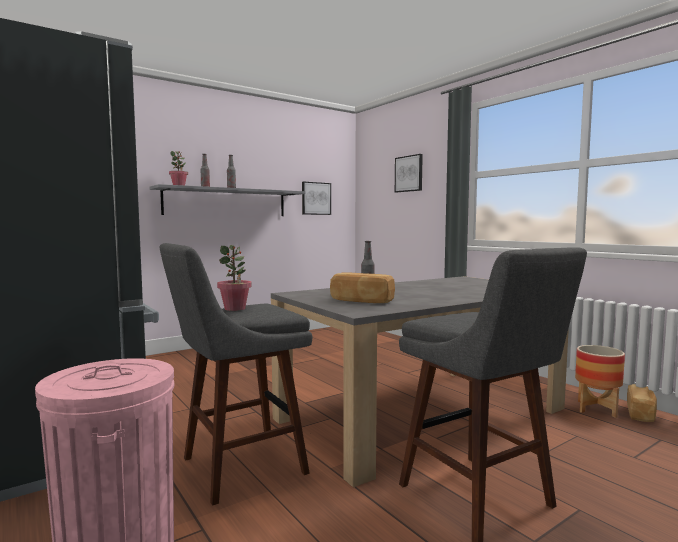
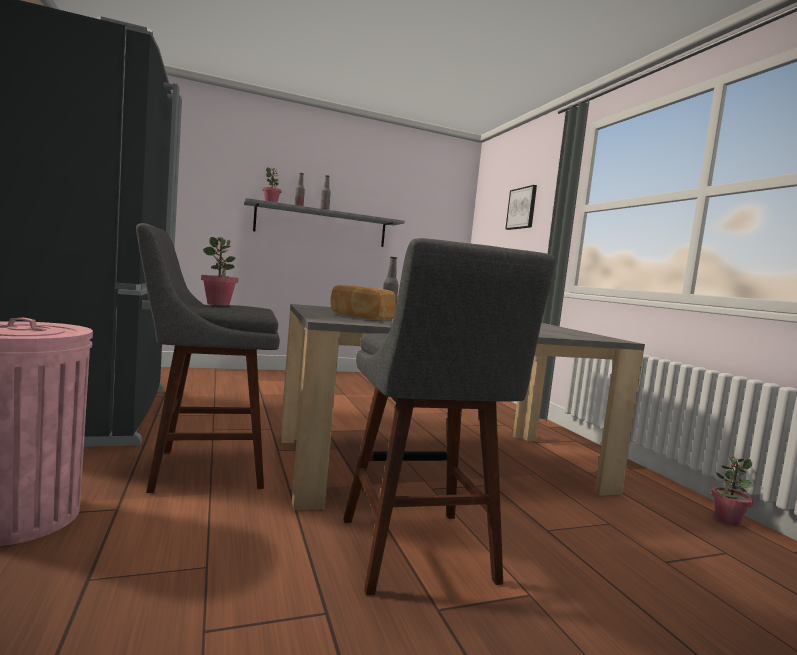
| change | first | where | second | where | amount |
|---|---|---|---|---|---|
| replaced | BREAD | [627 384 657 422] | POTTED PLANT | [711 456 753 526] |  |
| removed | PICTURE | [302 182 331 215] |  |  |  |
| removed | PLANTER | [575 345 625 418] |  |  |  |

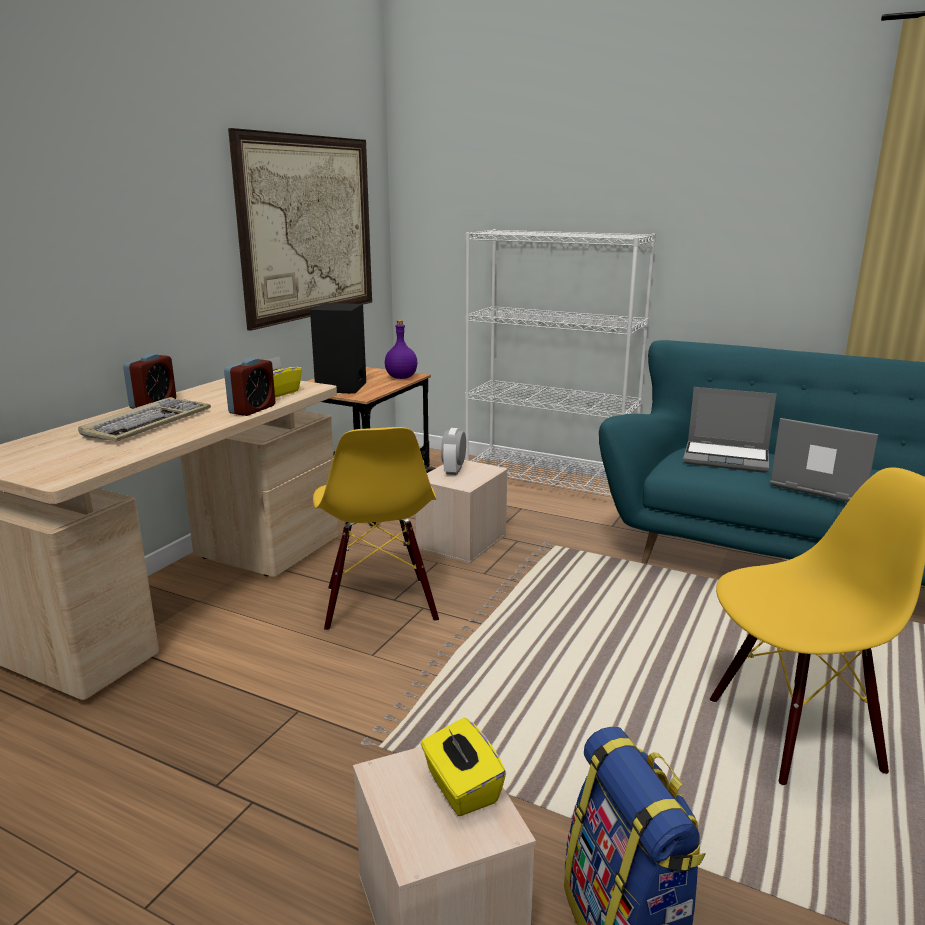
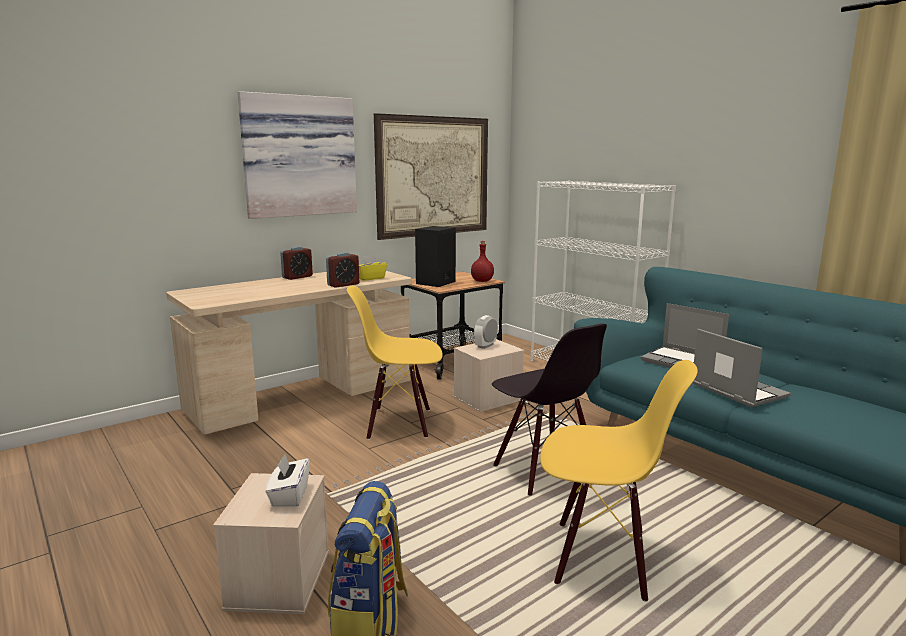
| change | first | where | second | where | amount |
|---|---|---|---|---|---|
| added |  |  | PICTURE | [238 91 357 219] |  |
| recoloured | YELLOW TISSUE BOX | [421 718 506 816] | WHITE TISSUE BOX | [265 454 310 507] |  |
| turned | YELLOW CHAIR | [313 427 439 631] |  | [347 286 443 440] | 75 degrees clockwise |
| recoloured | PURPLE BOTTLE | [385 320 417 379] | RED BOTTLE | [471 241 494 282] |  |
| added |  |  | BLACK CHAIR | [492 323 607 496] |  |
| removed | KEYBOARD | [78 397 211 442] |  |  |  |

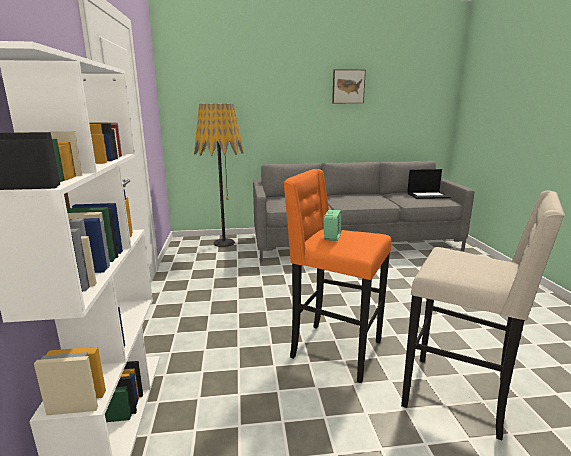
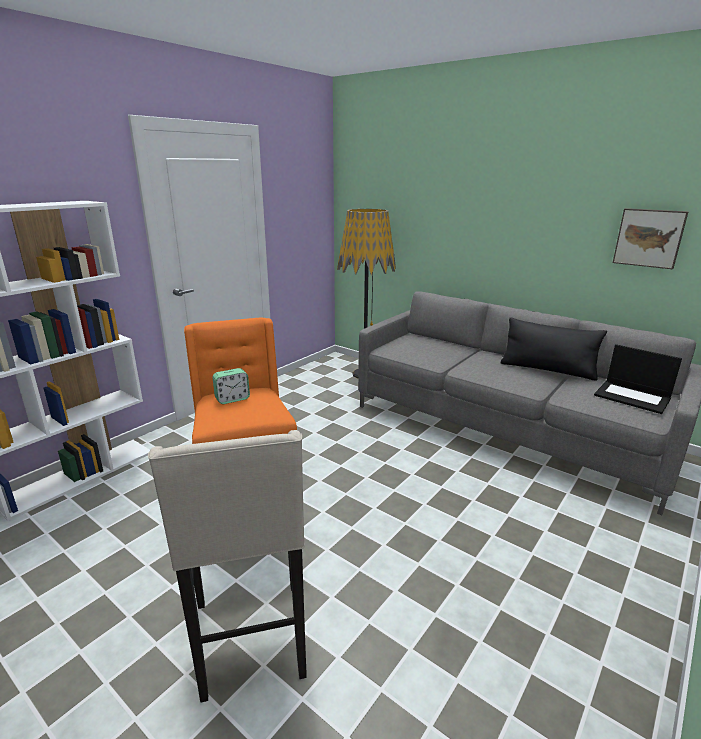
| change | first | where | second | where | amount |
|---|---|---|---|---|---|
| added |  |  | BLACK PILLOW | [501 317 607 381] |  |
| moved | PICTURE | [332 69 366 103] |  | [613 208 689 269] |  |

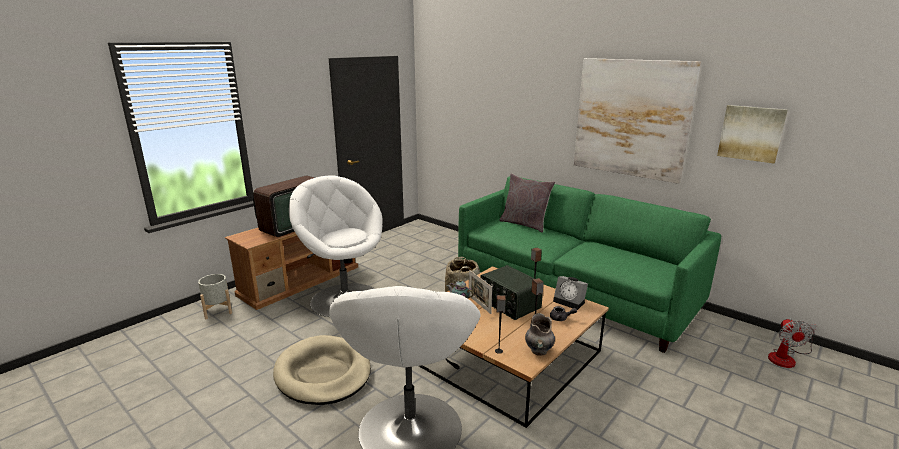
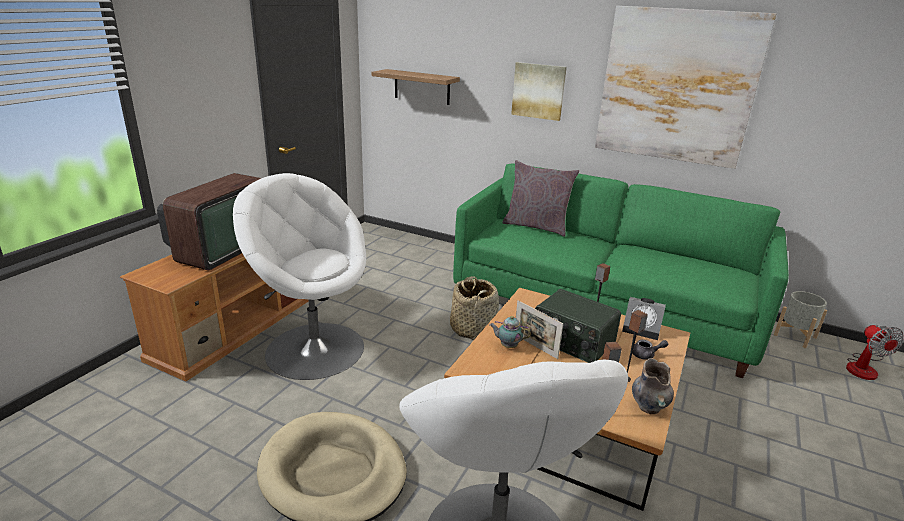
| change | first | where | second | where | amount |
|---|---|---|---|---|---|
| added |  |  | SHELF | [372 69 460 105] |  |
| moved | PICTURE | [717 105 788 163] |  | [511 62 567 121] |  |
| moved | GREY PLANTER | [198 274 232 319] |  | [774 291 827 348] |  |

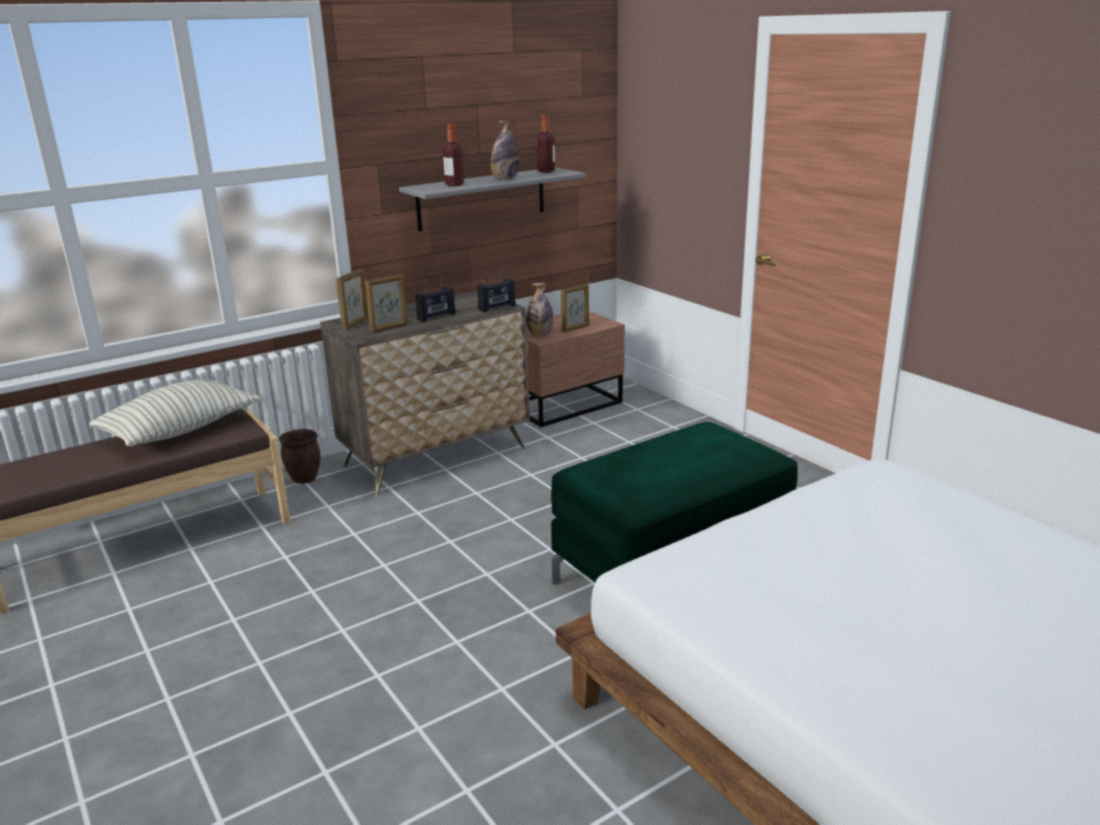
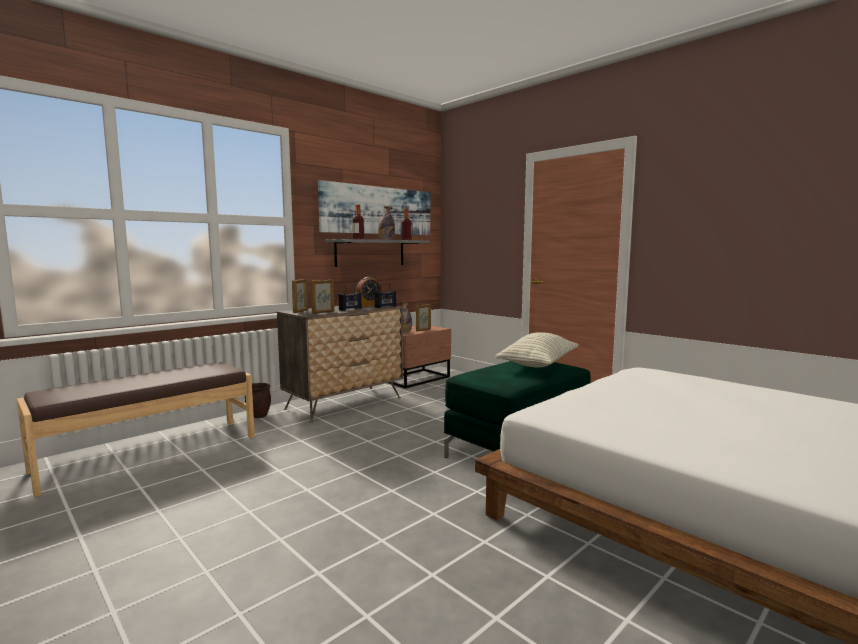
| change | first | where | second | where | amount |
|---|---|---|---|---|---|
| added |  |  | PICTURE | [318 180 430 235] |  |
| added |  |  | ALARM CLOCK | [356 277 381 307] |  |
| moved | PILLOW | [89 380 260 447] |  | [496 332 579 367] |  |

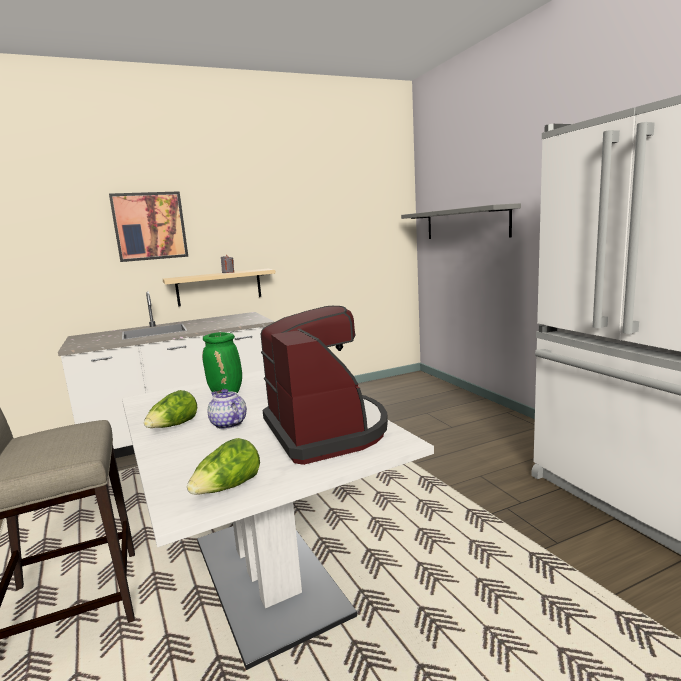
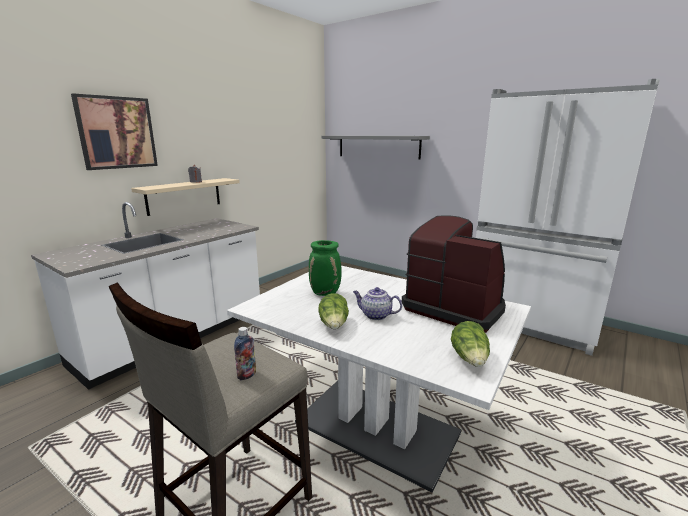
| change | first | where | second | where | amount |
|---|---|---|---|---|---|
| added |  |  | BOTTLE | [234 327 256 381] |  |

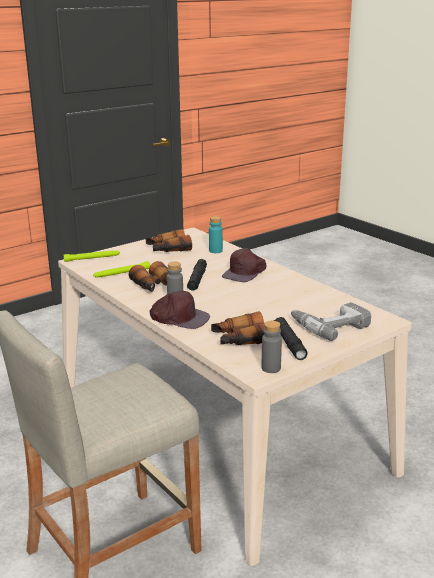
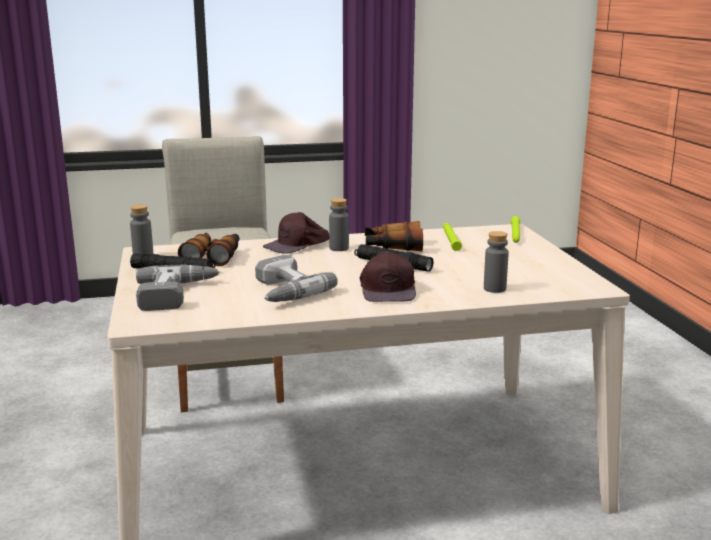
| change | first | where | second | where | amount |
|---|---|---|---|---|---|
| added |  |  | POWER DRILL | [255 255 338 302] |  |
| turned | BROWN CAP | [222 248 266 282] |  | [360 251 416 302] | 150 degrees counterclockwise |
| recoloured | TURQUOISE BOTTLE | [209 216 223 253] | GREY BOTTLE | [484 231 509 293] |  |
| removed | BINOCULARS | [146 229 192 252] |  |  |  |

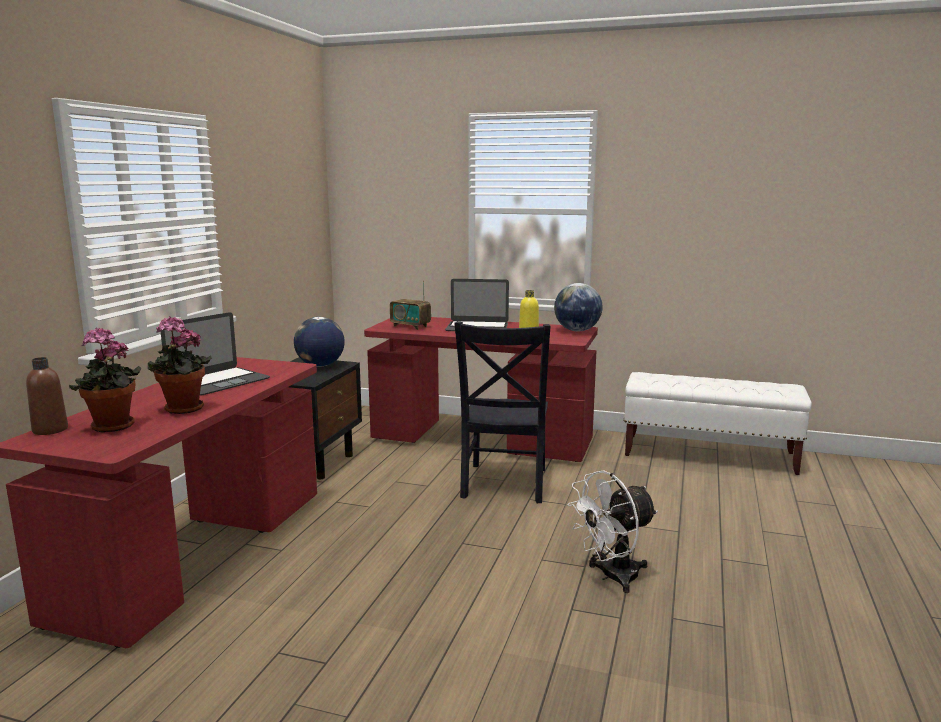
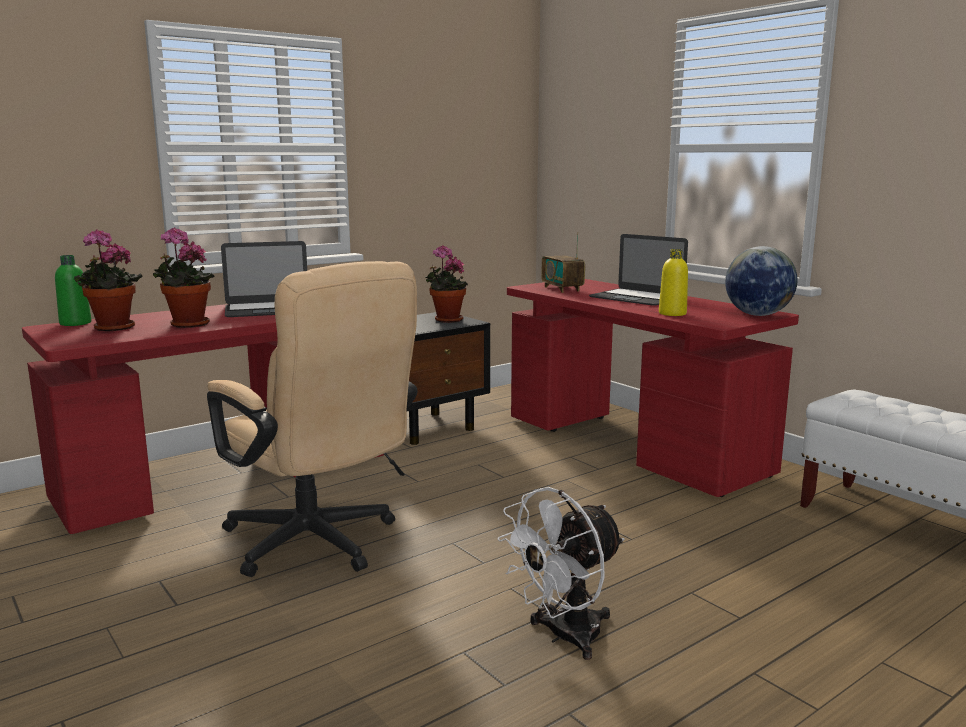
| change | first | where | second | where | amount |
|---|---|---|---|---|---|
| recoloured | BROWN BOTTLE | [26 357 68 435] | GREEN BOTTLE | [55 255 91 326] |  |
| added |  |  | BEIGE OFFICE CHAIR | [207 261 418 577] |  |
| replaced | GLOBE | [294 317 345 367] | POTTED PLANT | [426 245 468 323] |  |
| turned | WHITE FAN | [567 471 658 593] |  | [497 487 624 660] | 45 degrees counterclockwise |
| removed | BLACK CHAIR | [454 321 550 503] |  |  |  |

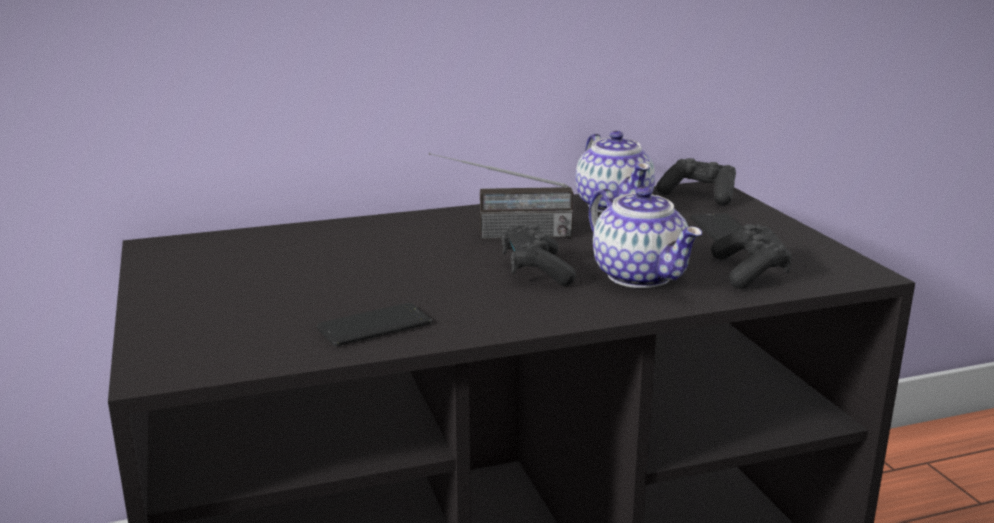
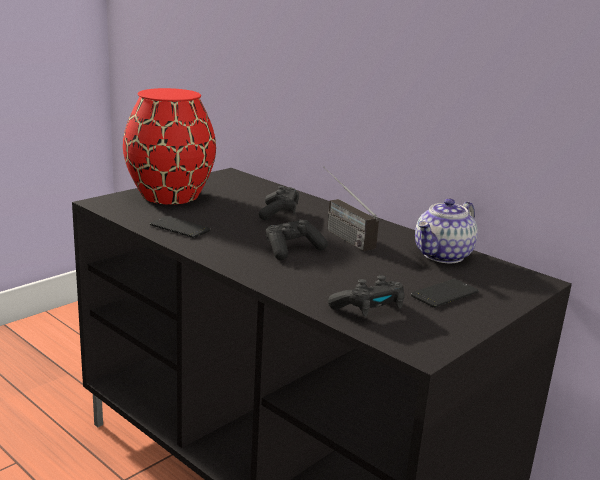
| change | first | where | second | where | amount |
|---|---|---|---|---|---|
| added |  |  | RED VASE | [123 88 216 205] |  |
| moved | BLACK GAME CONTROLLER | [656 158 736 206] |  | [259 186 299 220] |  |
| removed | TEAPOT | [589 186 702 288] |  |  |  |

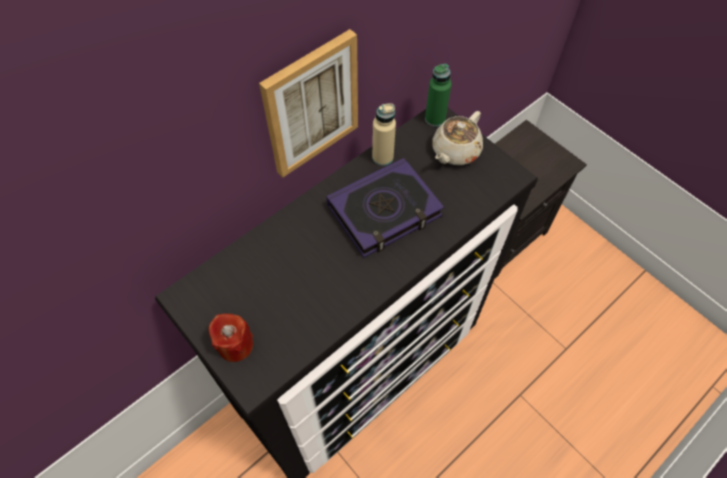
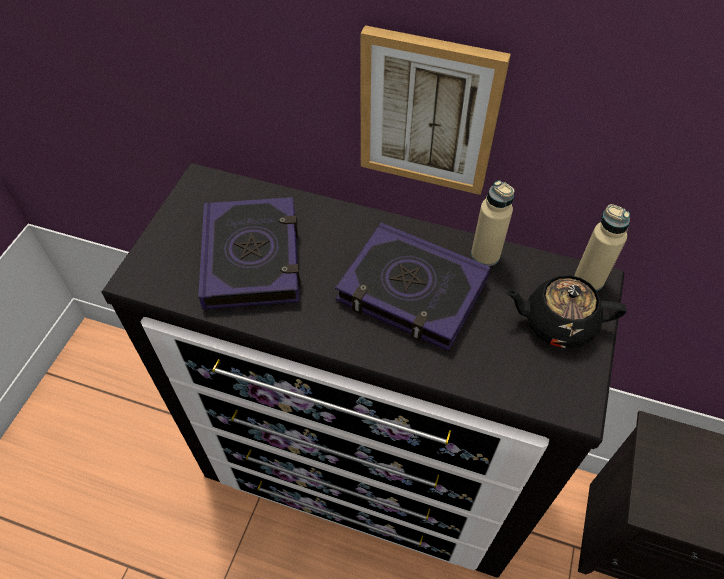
| change | first | where | second | where | amount |
|---|---|---|---|---|---|
| added |  |  | BOOK | [198 197 301 310] |  |
| recoloured | BEIGE TEAPOT | [432 111 483 165] | BLACK TEAPOT | [504 275 627 348] |  |
| recoloured | GREEN BOTTLE | [425 64 452 127] | BEIGE BOTTLE | [574 204 630 291] |  |
| removed | RED CANDLE | [208 314 253 362] |  |  |  |

